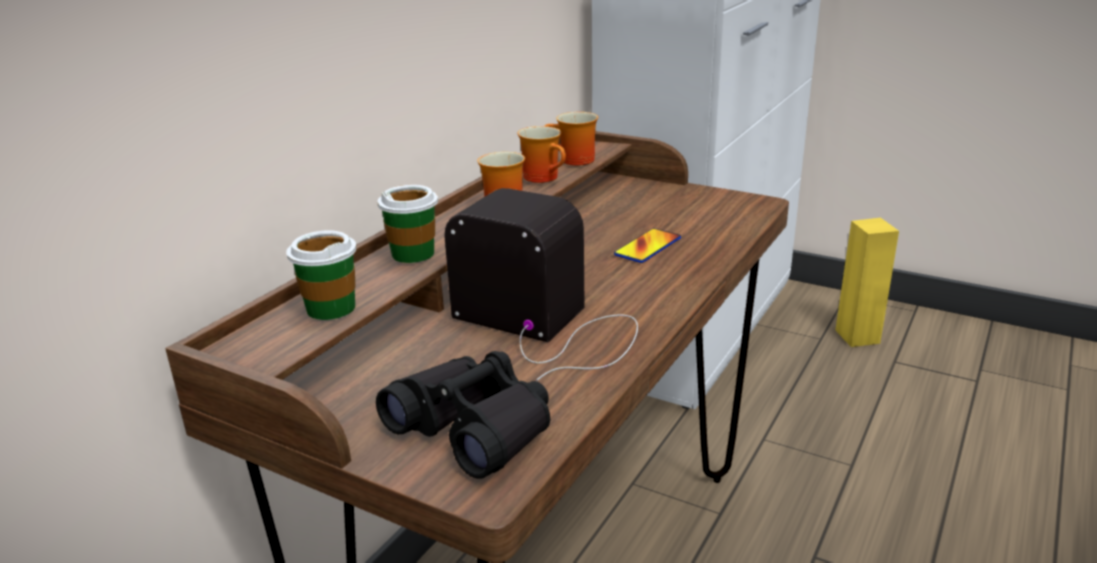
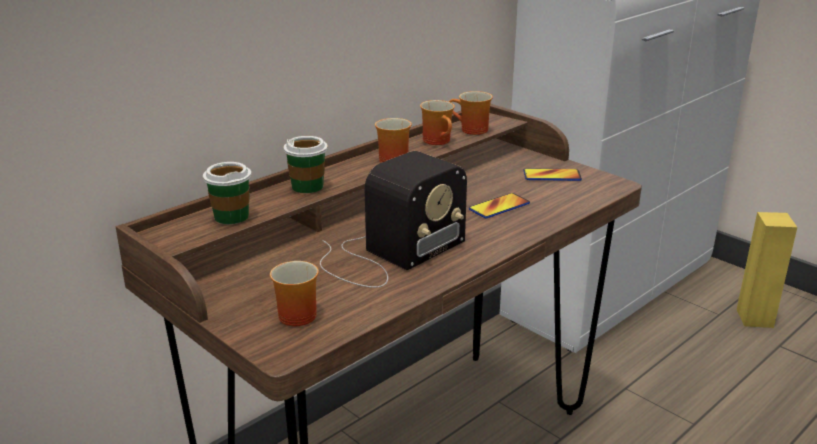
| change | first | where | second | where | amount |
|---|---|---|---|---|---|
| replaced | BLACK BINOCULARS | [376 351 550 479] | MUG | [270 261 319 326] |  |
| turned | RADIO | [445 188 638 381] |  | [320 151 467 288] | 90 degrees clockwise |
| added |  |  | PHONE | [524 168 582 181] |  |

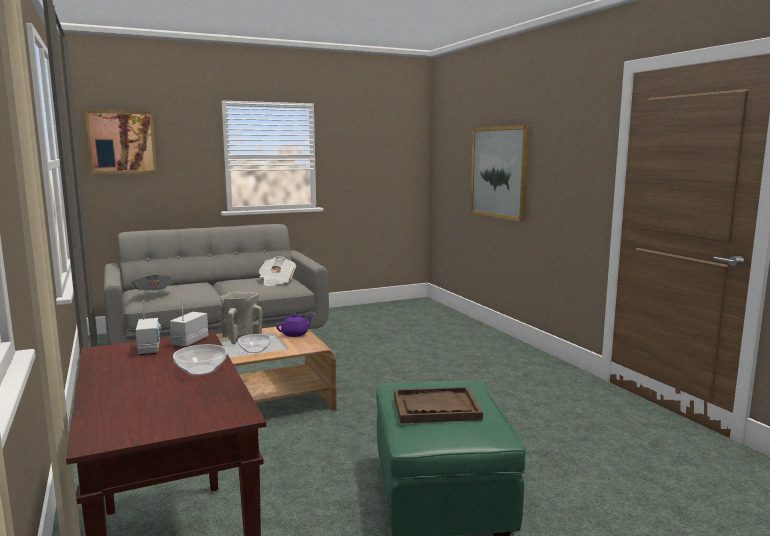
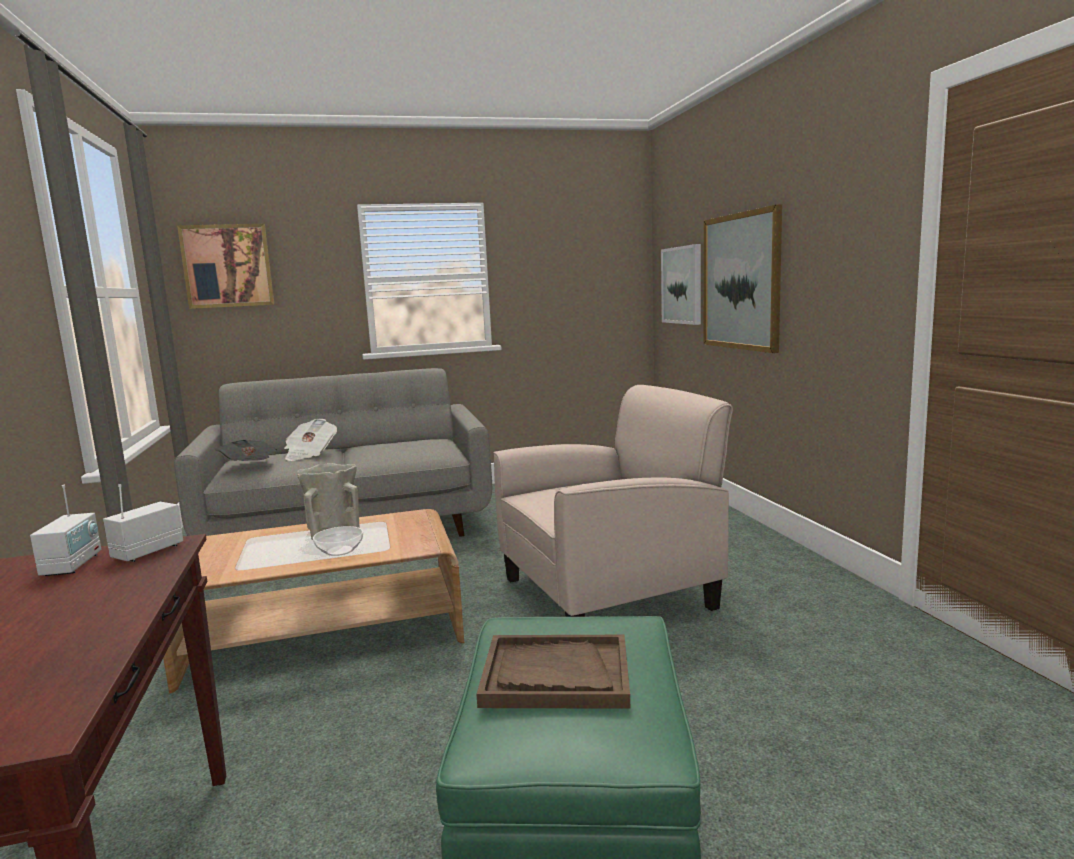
| change | first | where | second | where | amount |
|---|---|---|---|---|---|
| moved | NEWSPAPER | [259 256 296 286] |  | [284 419 337 461] |  |
| added |  |  | BEIGE ARMCHAIR | [494 385 733 617] |  |
| added |  |  | PICTURE | [661 244 701 325] |  |
| removed | BOWL | [173 344 227 376] |  |  |  |
| removed | PURPLE TEAPOT | [276 314 314 337] |  |  |  |

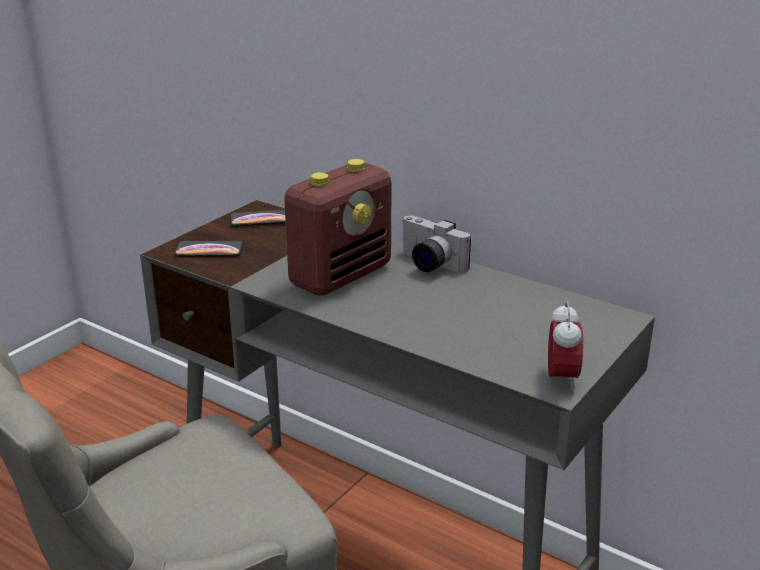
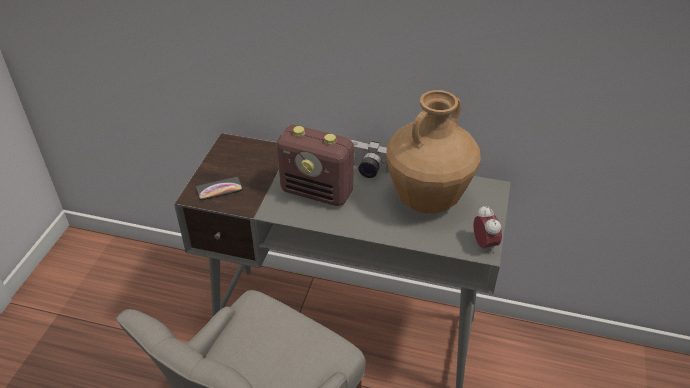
| change | first | where | second | where | amount |
|---|---|---|---|---|---|
| turned | RADIO | [284 159 392 296] |  | [277 125 354 206] | 90 degrees clockwise |
| added |  |  | BROWN VASE | [386 90 481 214] |  |
| removed | PHONE | [230 210 286 227] |  |  |  |

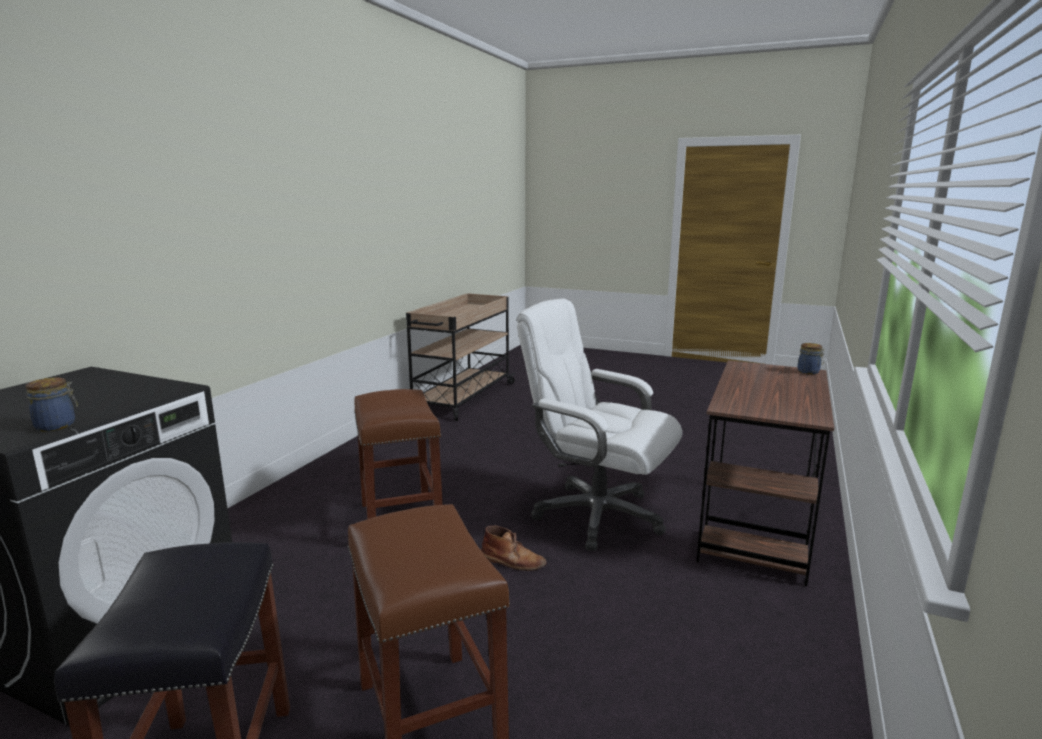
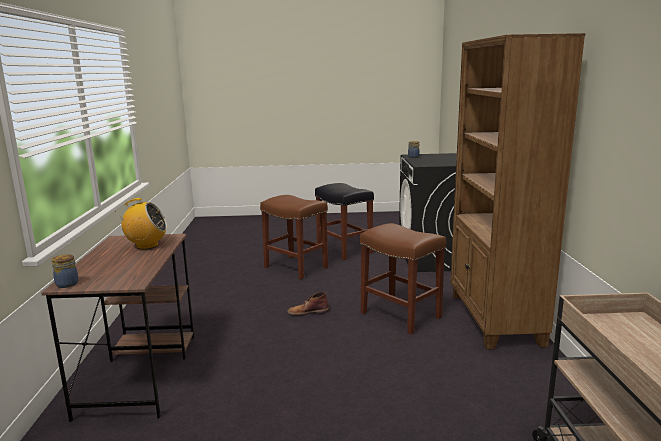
| change | first | where | second | where | amount |
|---|---|---|---|---|---|
| added |  |  | RADIO | [118 198 168 249] |  |
| added |  |  | BROWN BOOKCASE | [450 33 585 349] |  |
| removed | WHITE OFFICE CHAIR | [517 298 682 551] |  |  |  |

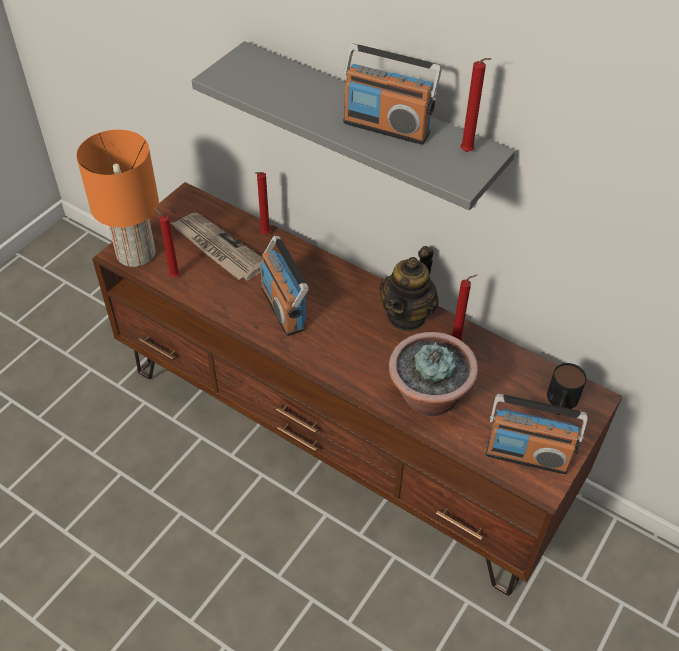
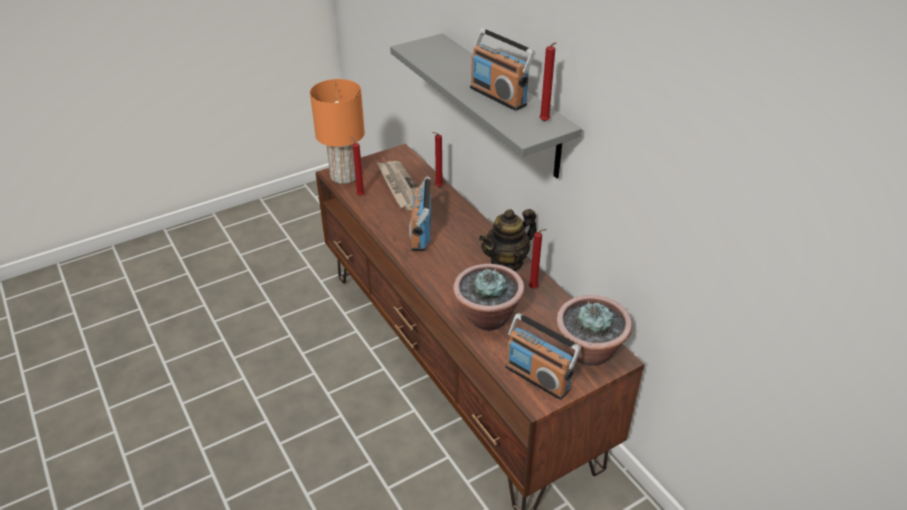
| change | first | where | second | where | amount |
|---|---|---|---|---|---|
| replaced | MUG | [547 363 587 415] | POTTED PLANT | [556 295 632 366] |  |

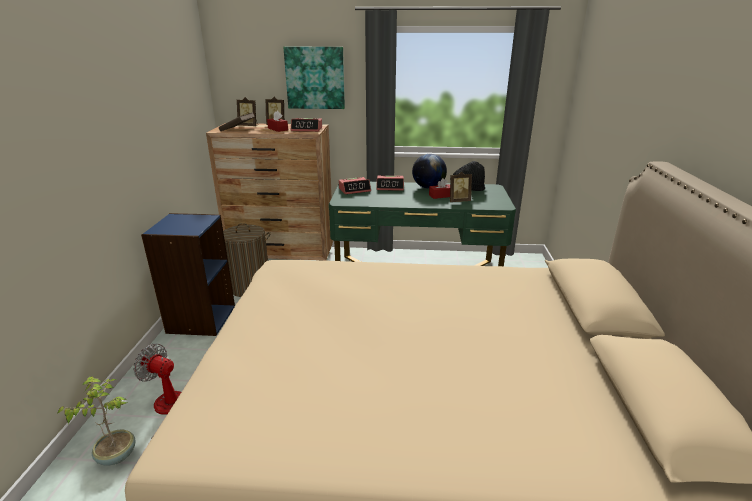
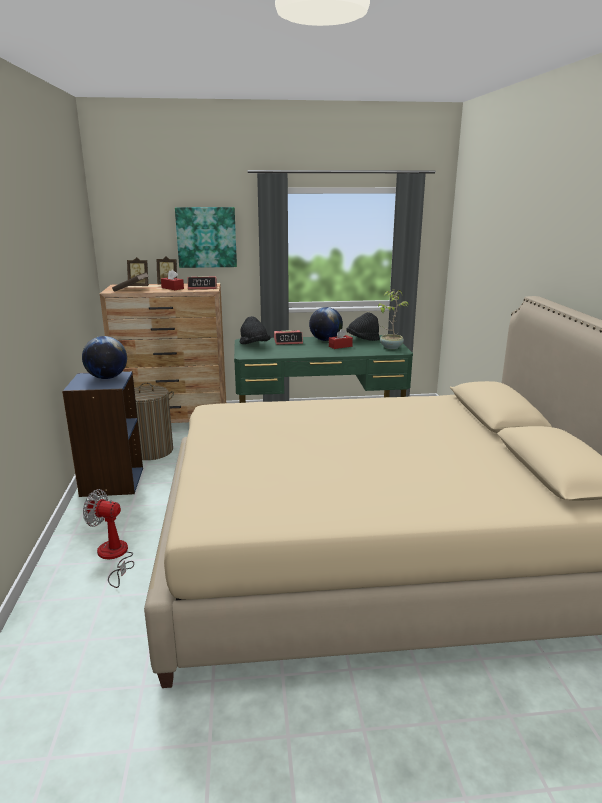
| change | first | where | second | where | amount |
|---|---|---|---|---|---|
| added |  |  | GLOBE | [82 336 127 379] |  |
| replaced | ALARM CLOCK | [339 177 371 194] | BLACK HAT | [240 316 271 344] |  |
| moved | POTTED PLANT | [57 376 136 466] |  | [378 289 409 349] |  |
| removed | PICTURE FRAME | [449 172 472 202] |  |  |  |

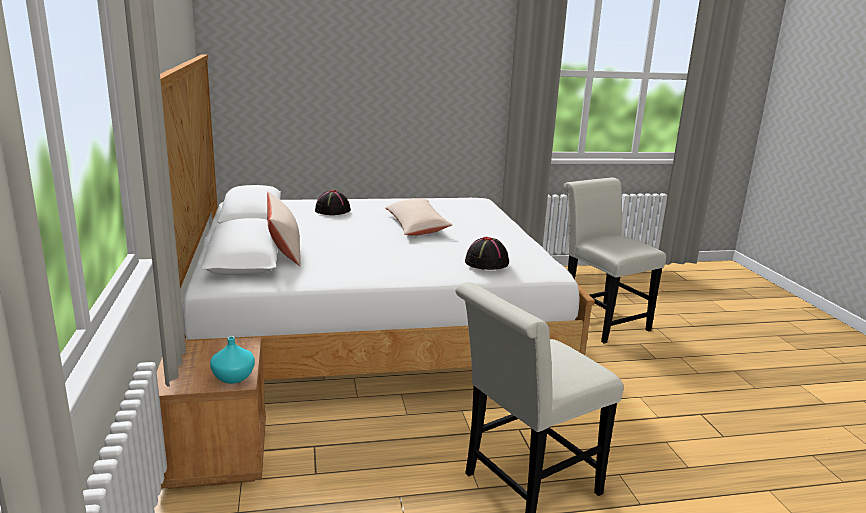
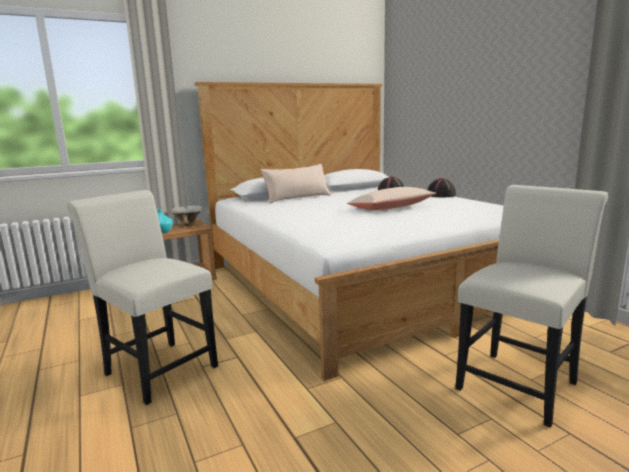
| change | first | where | second | where | amount |
|---|---|---|---|---|---|
| added |  |  | BOWL | [170 205 203 226] |  |
| moved | BLACK HAT | [465 237 509 270] |  | [427 178 456 197] |  |

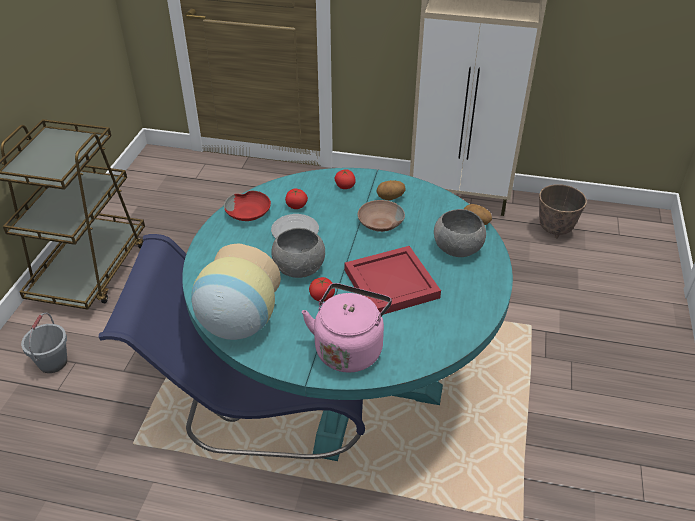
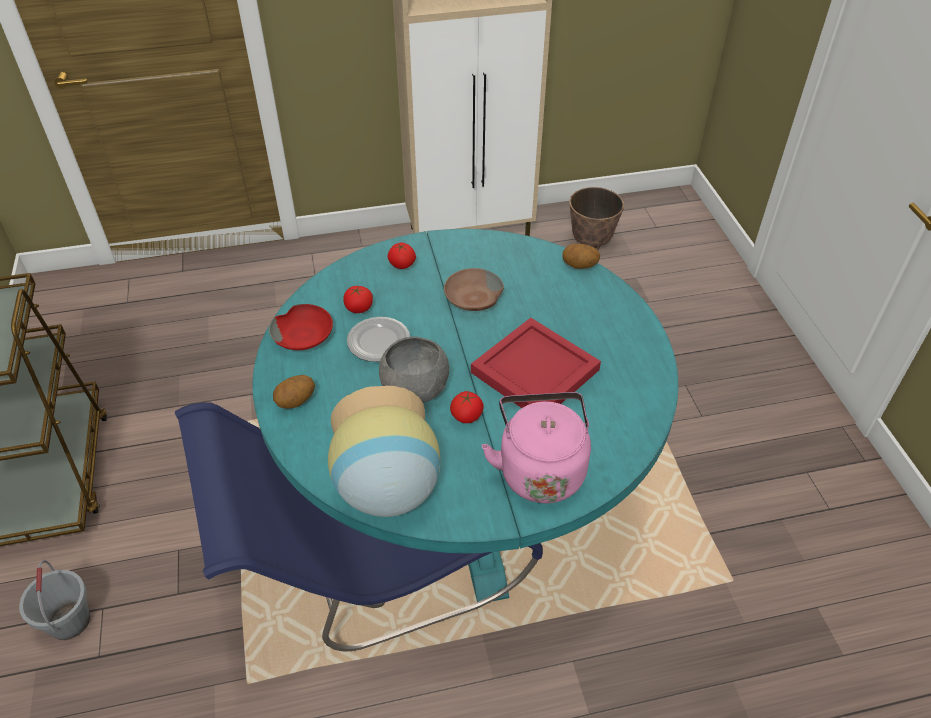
| change | first | where | second | where | amount |
|---|---|---|---|---|---|
| moved | POTATO | [376 180 406 200] |  | [273 375 315 409] |  |
| removed | GREY BOWL | [434 209 486 257] |  |  |  |

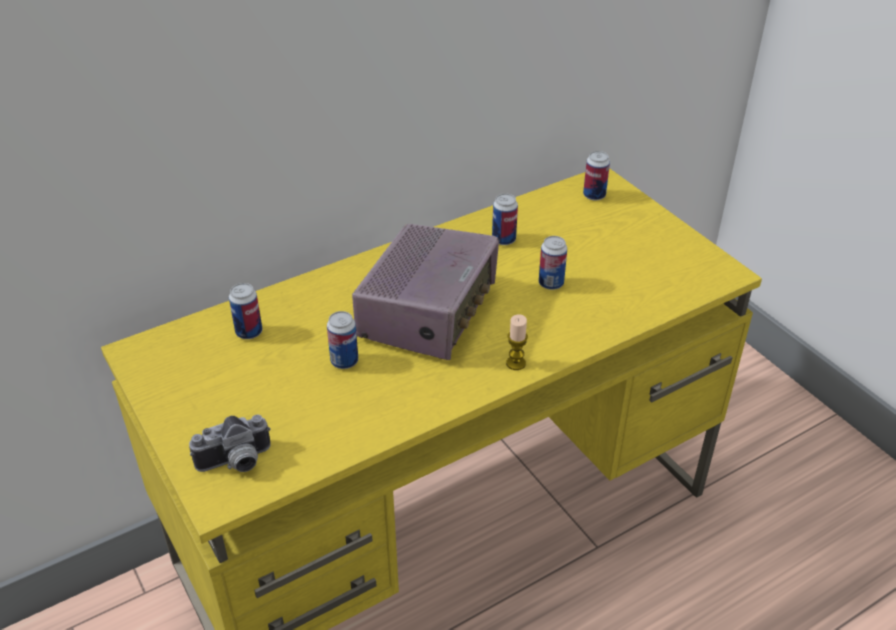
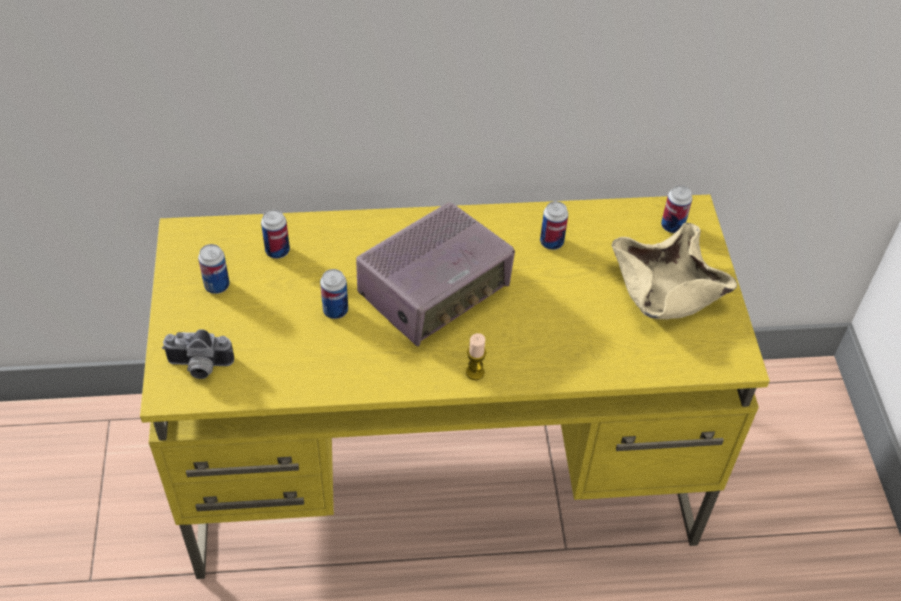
| change | first | where | second | where | amount |
|---|---|---|---|---|---|
| moved | CAN | [539 236 567 290] |  | [198 244 230 294] |  |
| added |  |  | BEIGE BOWL | [612 223 737 320] |  |

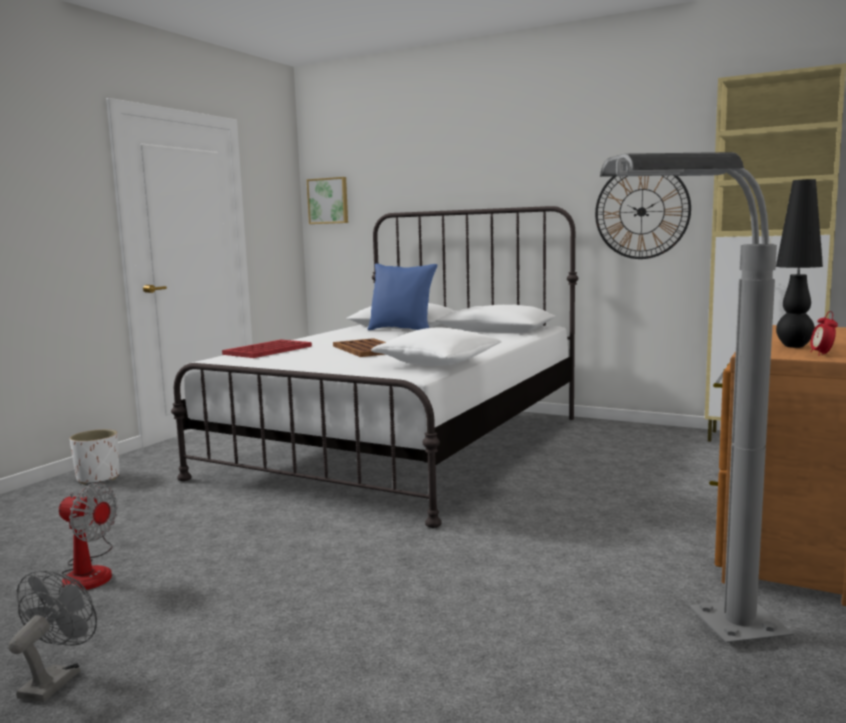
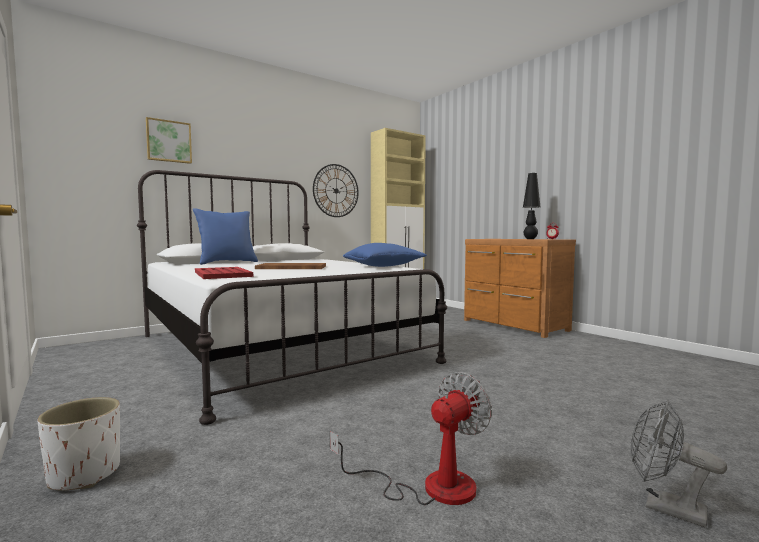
| change | first | where | second | where | amount |
|---|---|---|---|---|---|
| moved | PICTURE | [307 177 348 224] |  | [146 117 192 164] |  |
| recoloured | WHITE PILLOW | [371 328 502 366] | BLUE PILLOW | [343 243 427 267] |  |
| removed | GREY FLOOR LAMP | [600 152 794 644] |  |  |  |

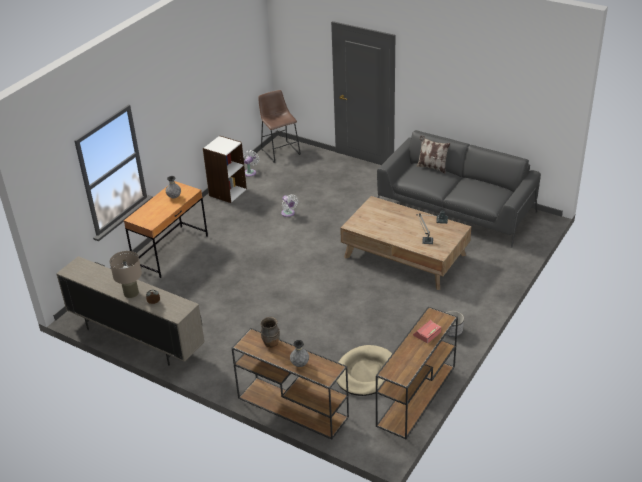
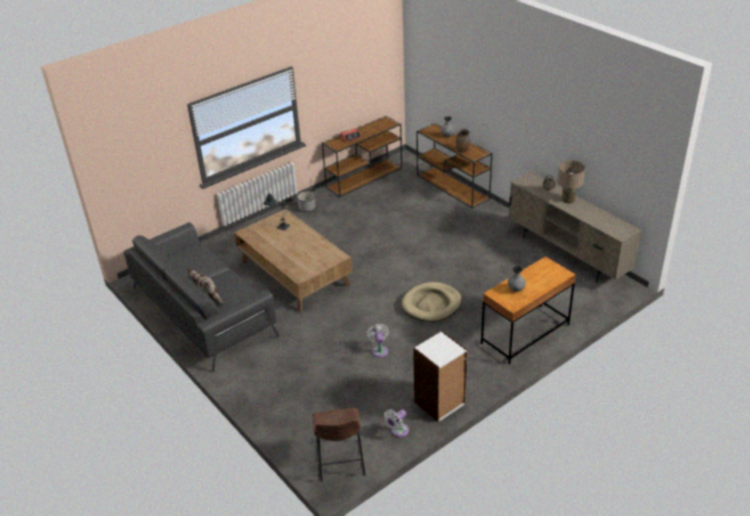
| change | first | where | second | where | amount |
|---|---|---|---|---|---|
| moved | BEIGE DOG BED | [337 345 392 396] |  | [402 282 462 322] |  |

